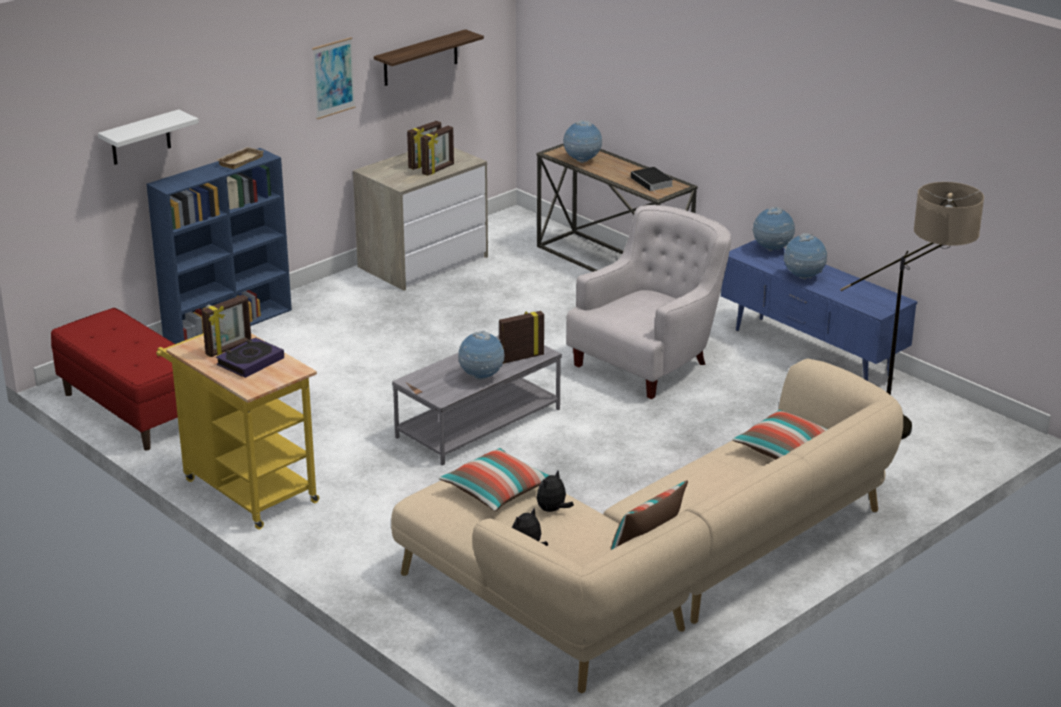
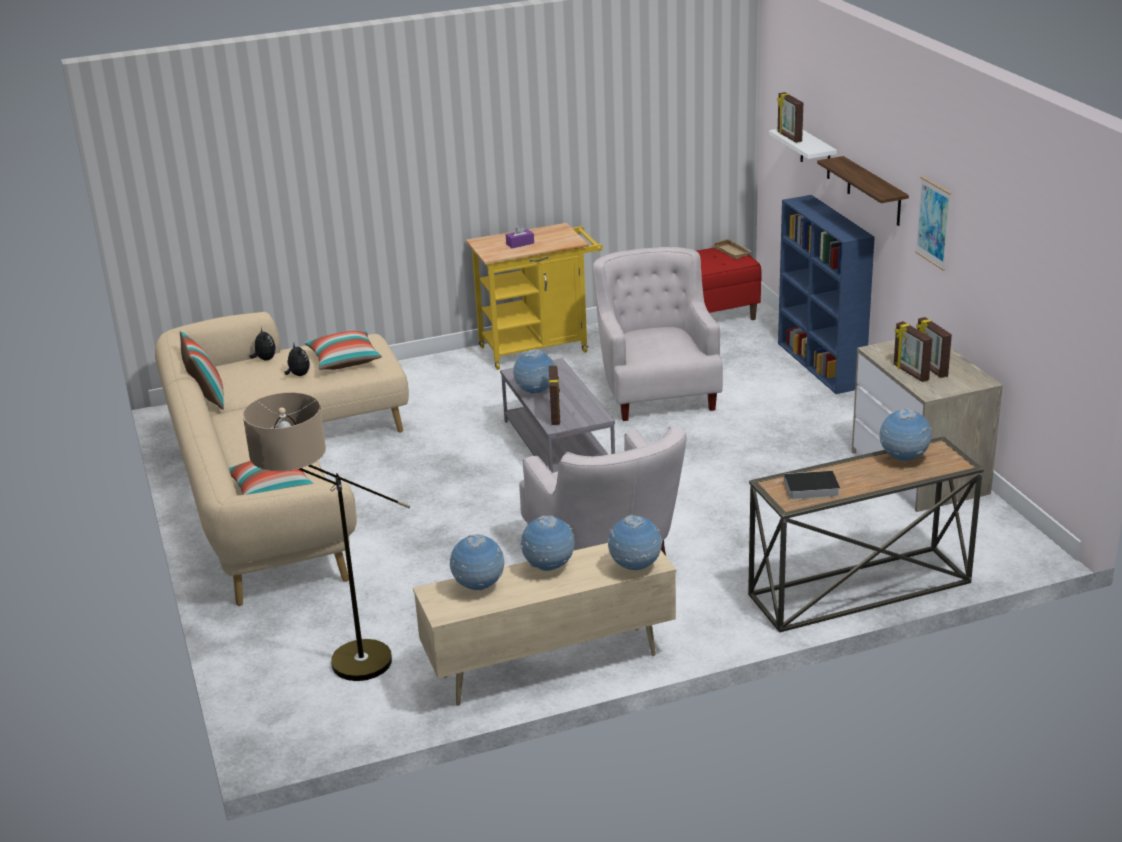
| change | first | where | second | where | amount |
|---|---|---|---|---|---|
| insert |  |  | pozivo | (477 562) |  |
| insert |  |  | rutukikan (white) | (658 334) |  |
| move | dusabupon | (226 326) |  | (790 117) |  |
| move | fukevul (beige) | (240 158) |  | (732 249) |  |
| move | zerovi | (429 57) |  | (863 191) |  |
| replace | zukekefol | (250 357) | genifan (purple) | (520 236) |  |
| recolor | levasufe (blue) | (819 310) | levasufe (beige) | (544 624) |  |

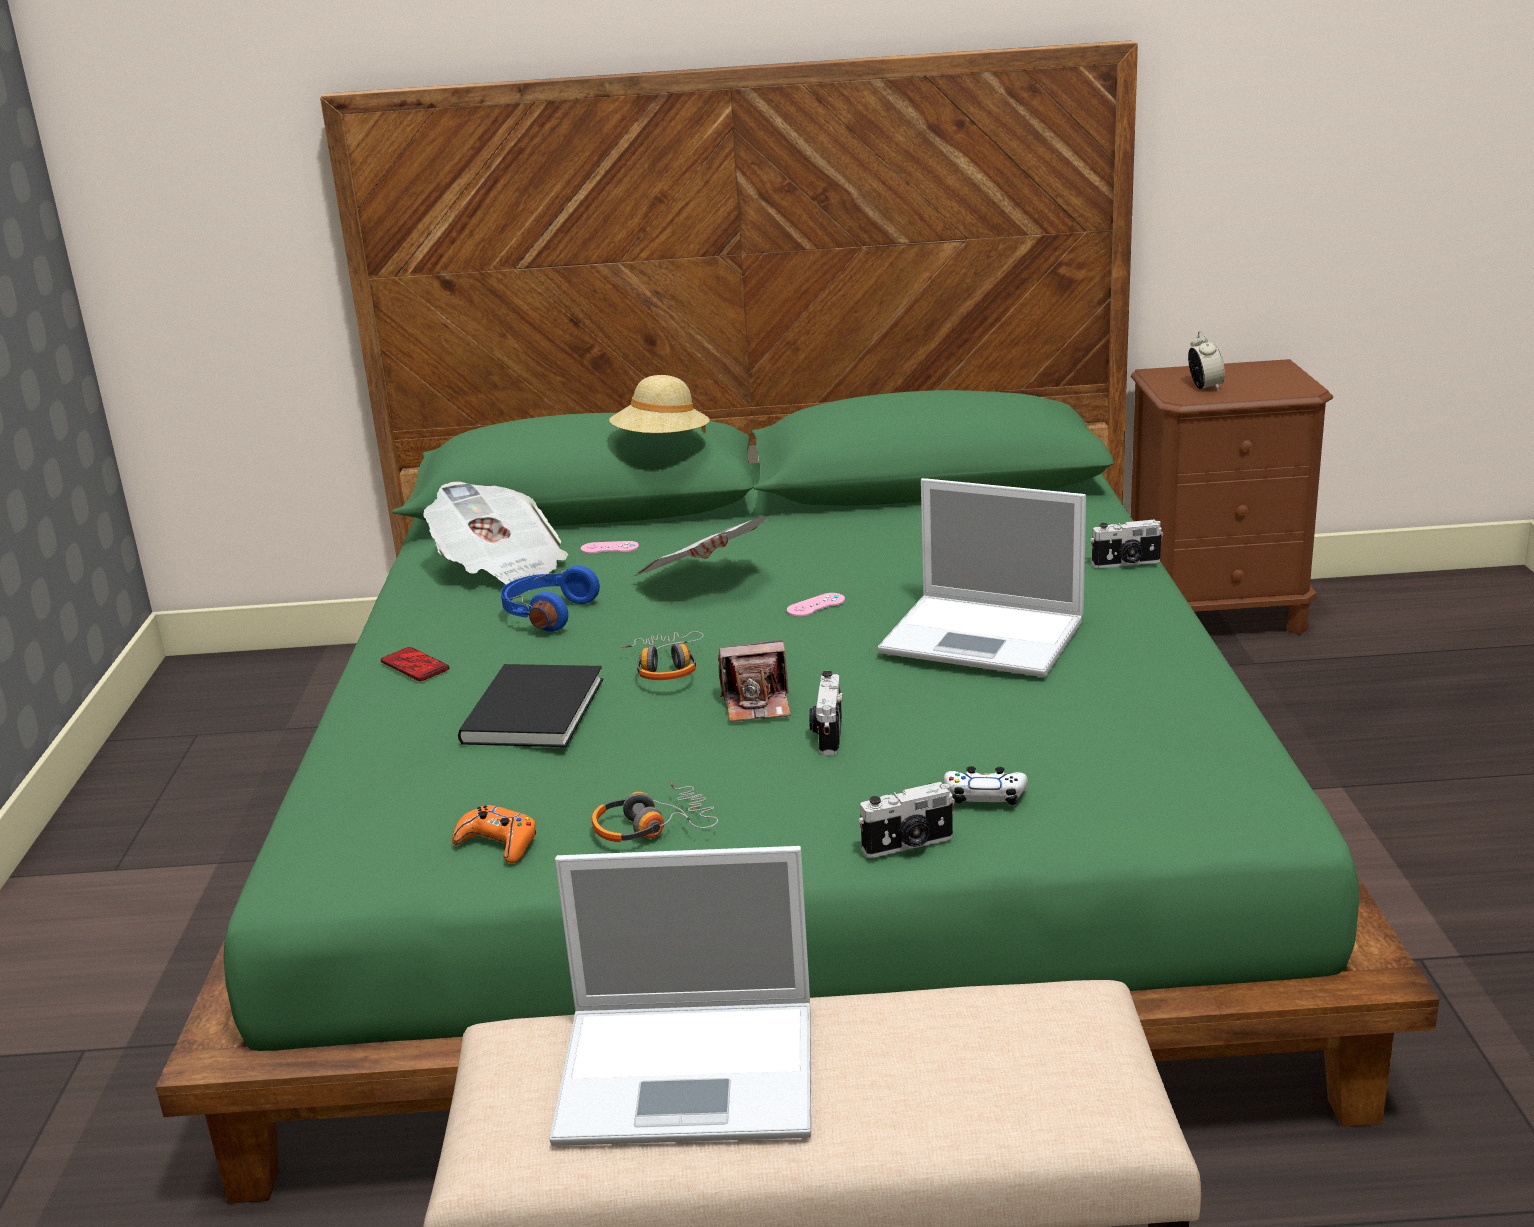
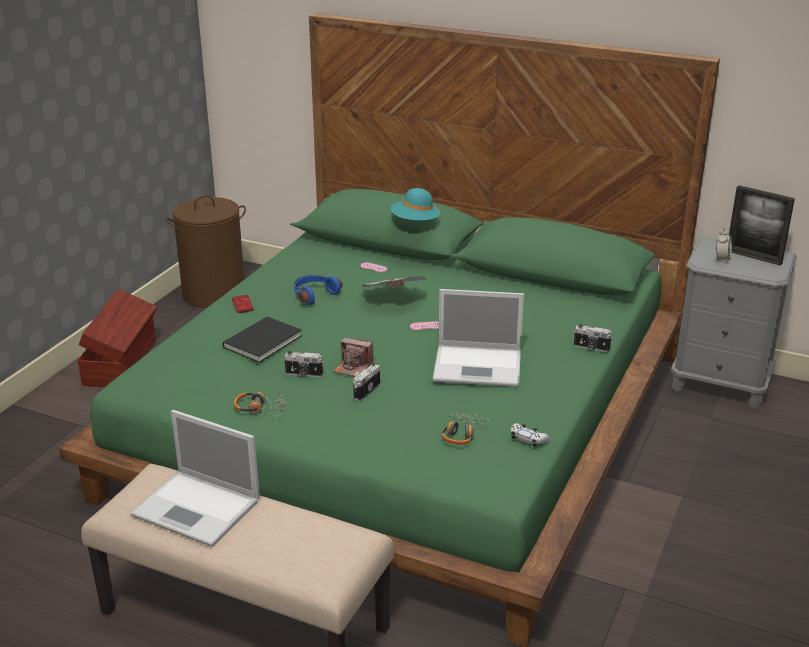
| change | first | where | second | where | amount |
|---|---|---|---|---|---|
| delete | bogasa | (495 536) |  |  |  |
| delete | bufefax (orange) | (494 834) |  |  |  |
| insert |  |  | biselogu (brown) | (117 338) |  |
| insert |  |  | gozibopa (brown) | (206 251) |  |
| insert |  |  | dusabupon | (762 225) |  |
| move | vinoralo | (662 655) |  | (465 428) |  |
| move | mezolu | (906 820) |  | (304 364) |  |
| move | bufefax (white) | (986 785) |  | (530 435) |  |
| recolor | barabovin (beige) | (659 404) | barabovin (turquoise) | (415 204) |  |
| recolor | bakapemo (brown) | (1232 496) | bakapemo (grey) | (734 323) |  |
| rotate | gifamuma | (982 577) |  | (478 338) | 45 degrees counterclockwise |

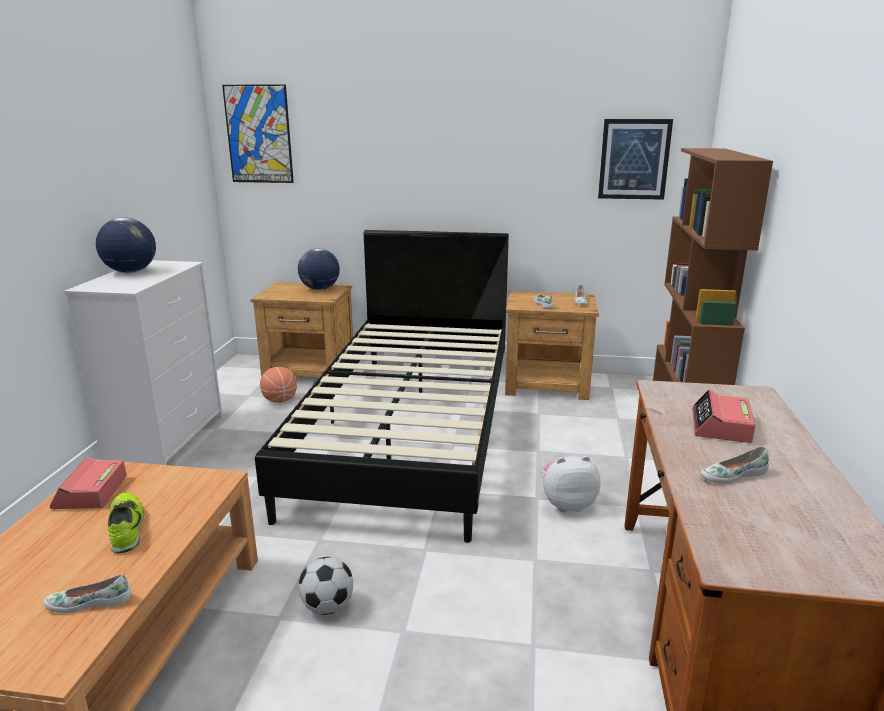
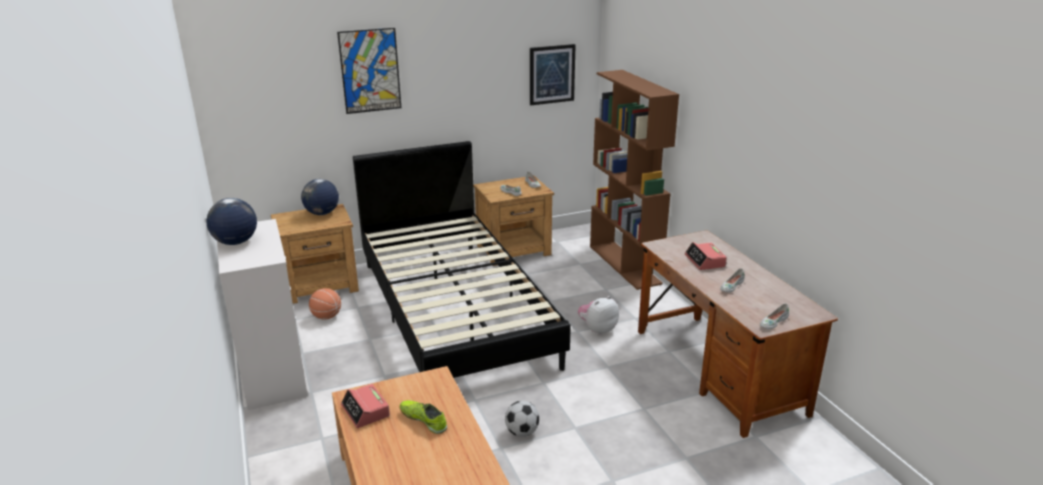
| change | first | where | second | where | amount |
|---|---|---|---|---|---|
| move | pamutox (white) | (88 593) |  | (774 316) |  |
| move | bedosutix | (258 133) |  | (369 71) |  |

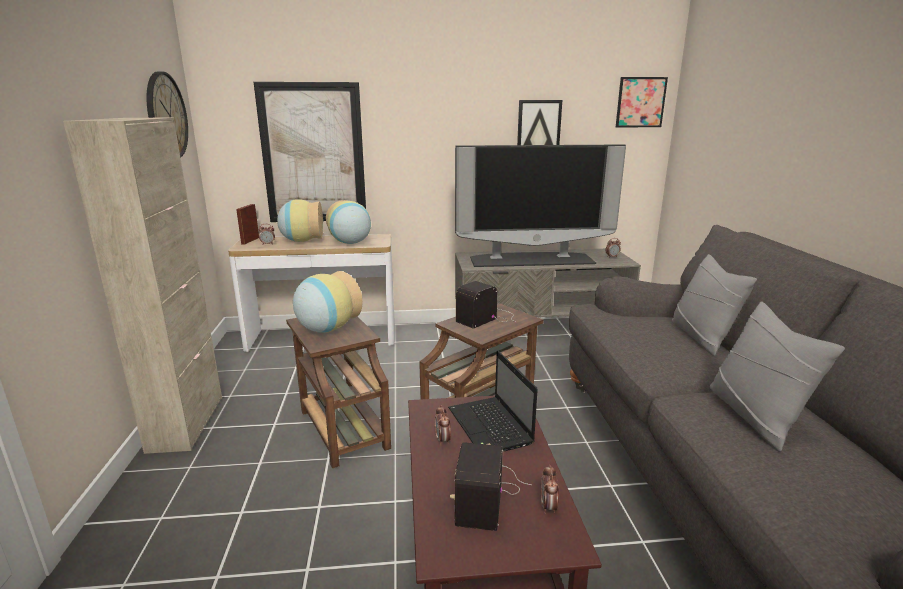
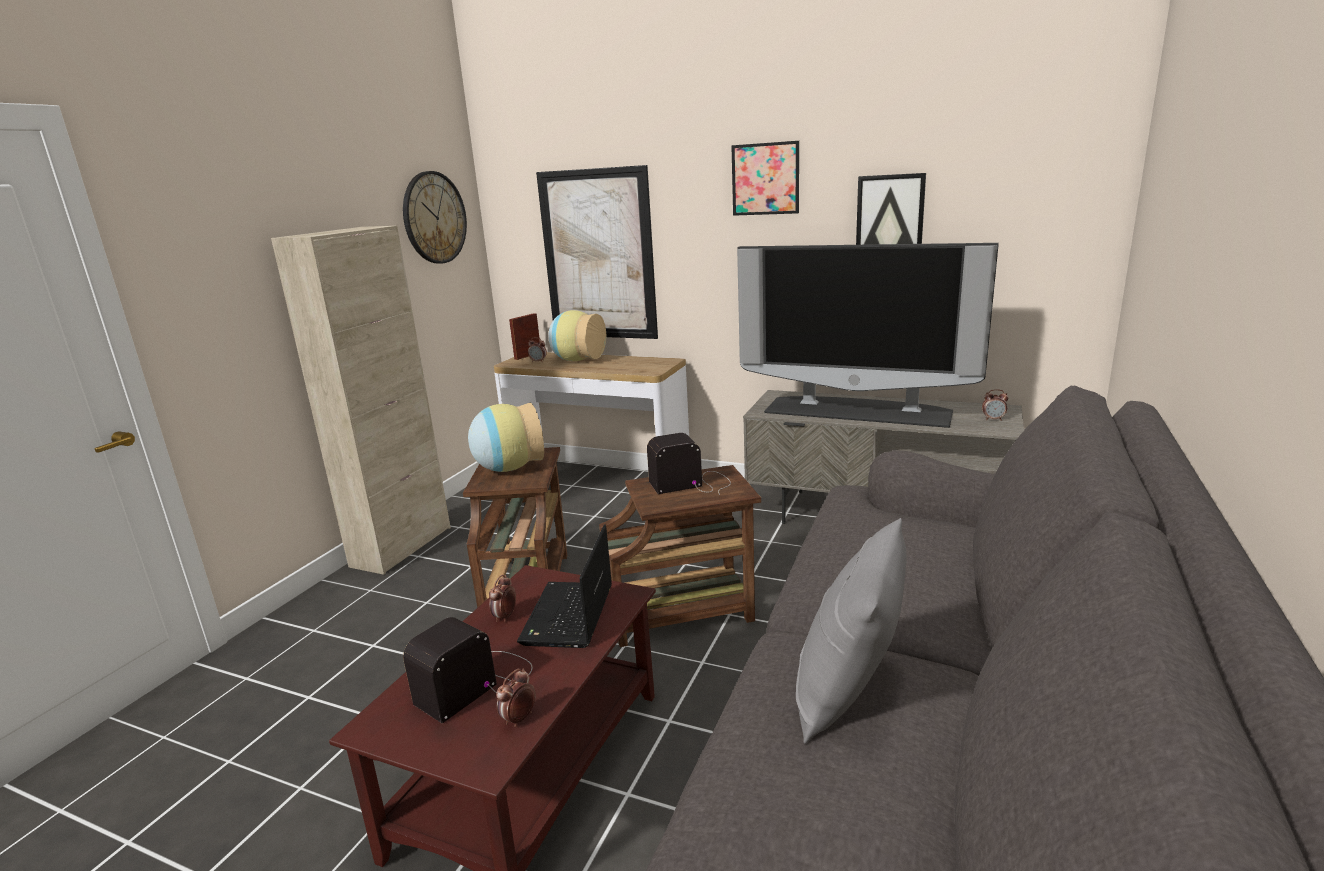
| change | first | where | second | where | amount |
|---|---|---|---|---|---|
| delete | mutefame | (348 222) |  |  |  |
| delete | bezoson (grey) | (714 305) |  |  |  |
| move | bedosutix | (642 102) |  | (765 178) |  |

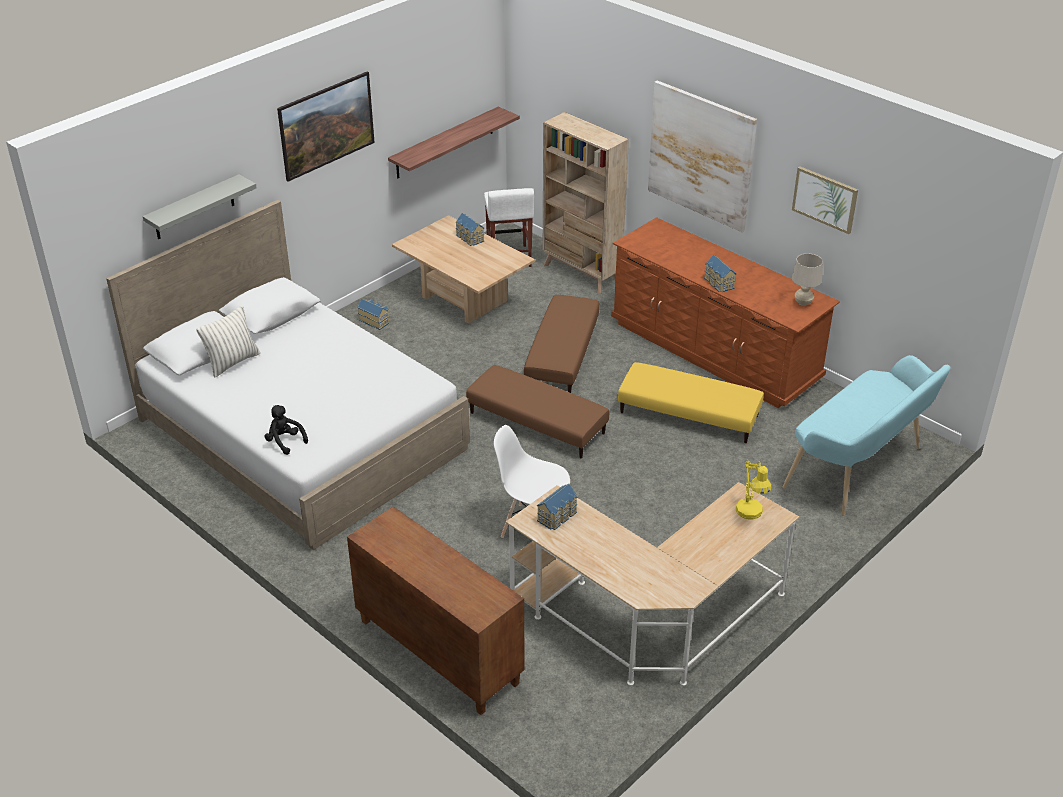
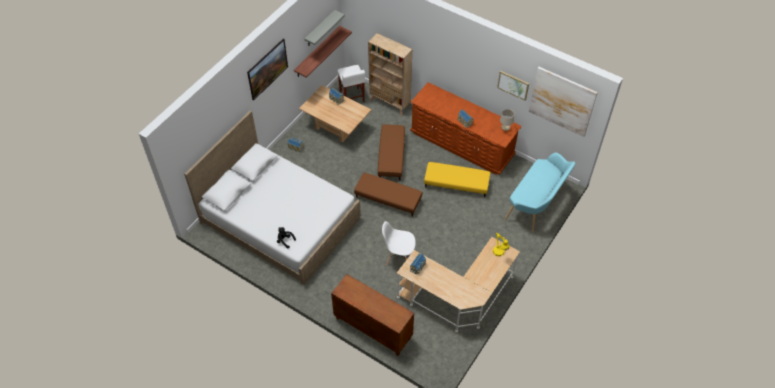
| change | first | where | second | where | amount |
|---|---|---|---|---|---|
| delete | bezoson | (228 342) |  |  |  |
| move | zerovi (grey) | (200 206) |  | (325 28) |  |
| move | bedosutix | (702 156) |  | (563 102) |  |

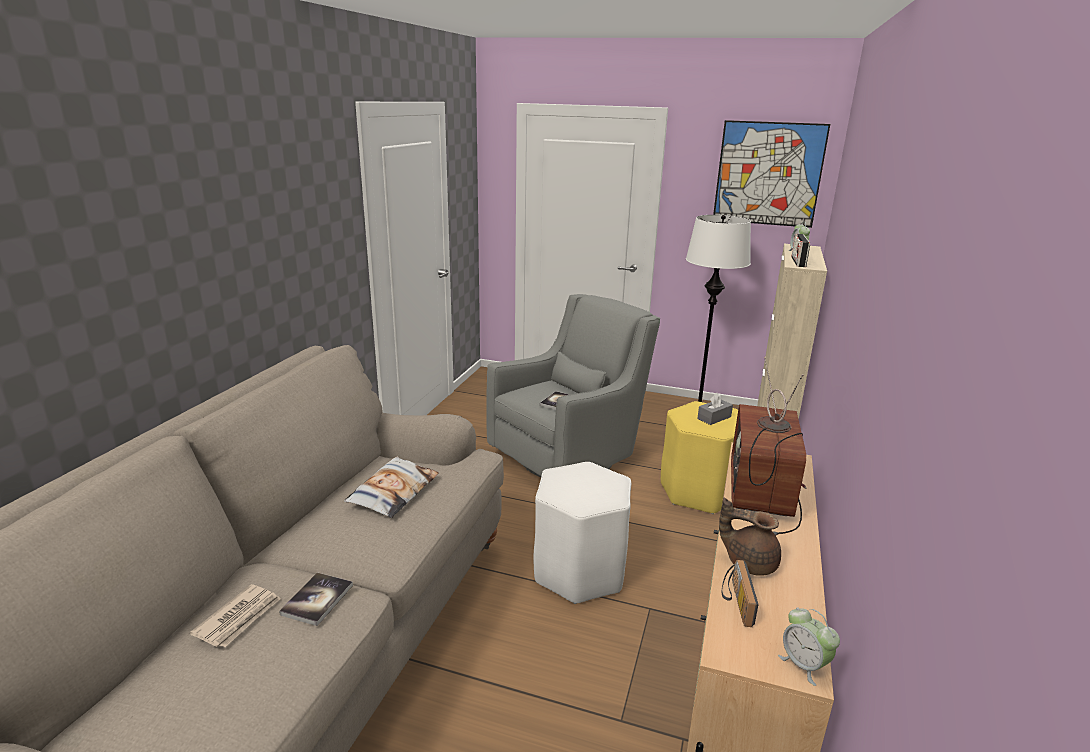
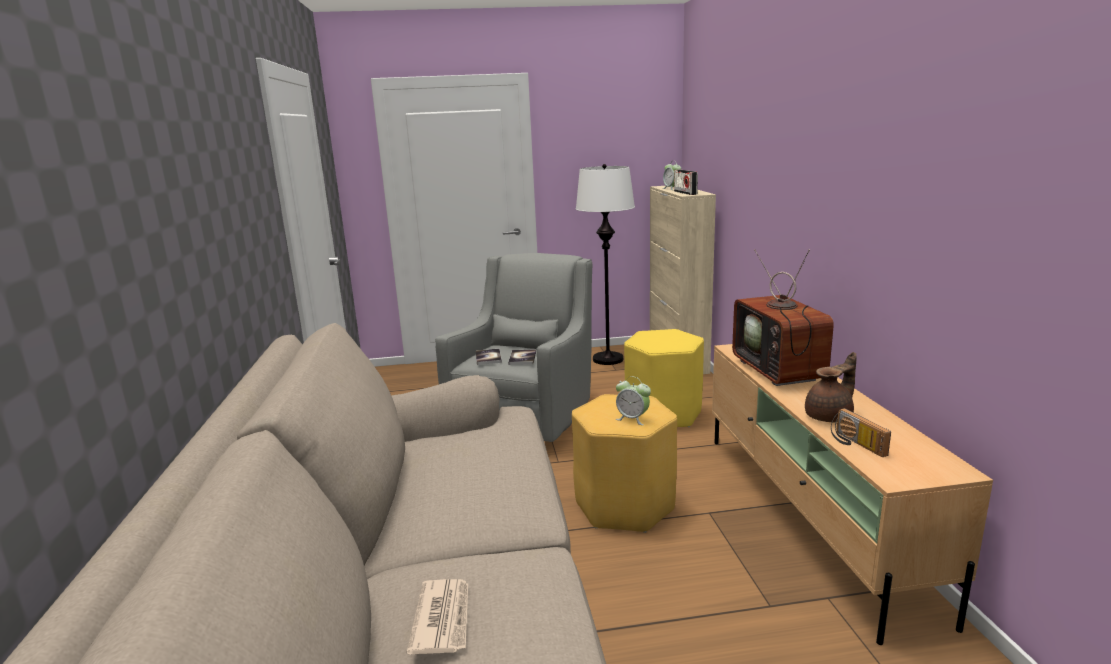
| change | first | where | second | where | amount |
|---|---|---|---|---|---|
| delete | bezoson | (391 487) |  |  |  |
| delete | genifan (grey) | (715 409) |  |  |  |
| delete | bedosutix | (771 174) |  |  |  |
| move | zukekefol | (316 599) |  | (489 357) |  |
| move | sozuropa | (809 646) |  | (633 400) |  |
| recolor | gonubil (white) | (582 533) | gonubil (yellow) | (624 463) |  |
| rotate | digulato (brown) | (750 536) |  | (831 387) | 150 degrees clockwise |

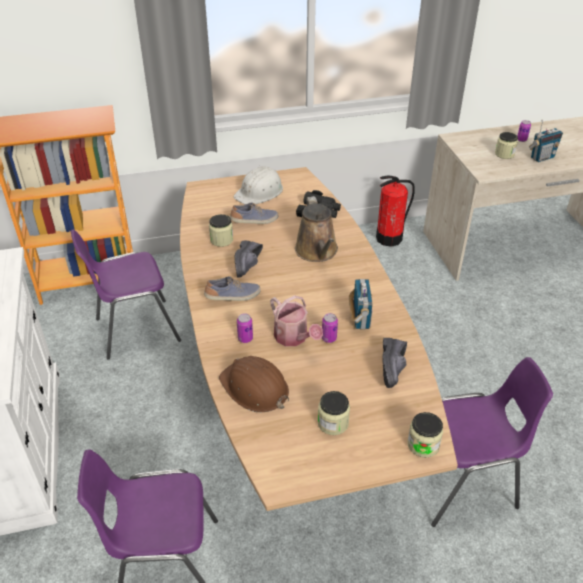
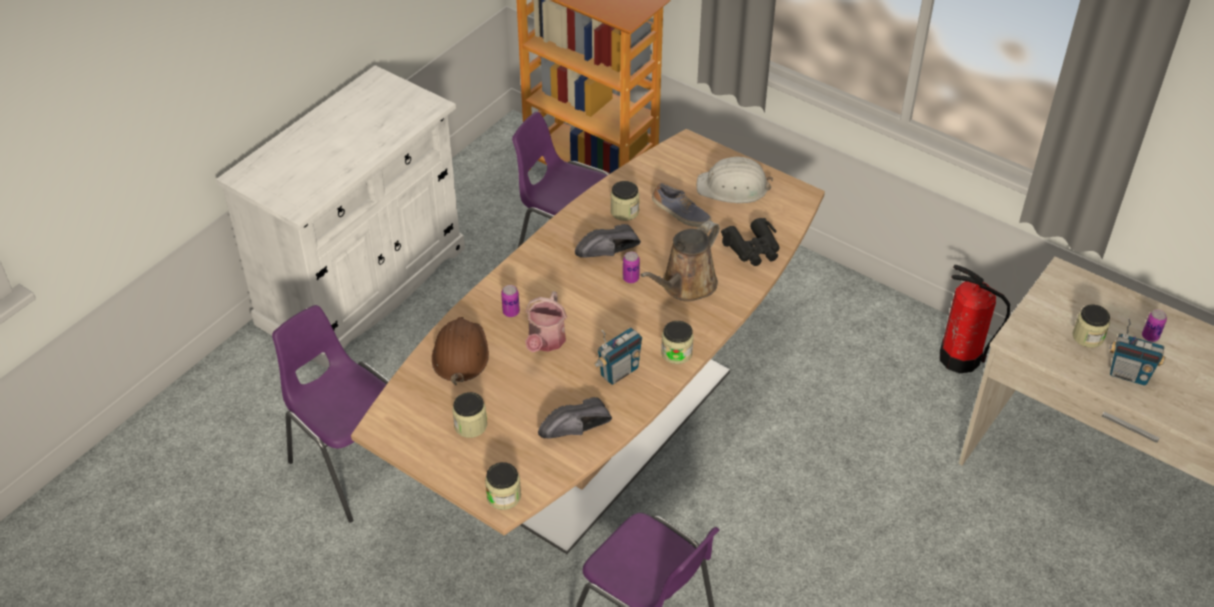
| change | first | where | second | where | amount |
|---|---|---|---|---|---|
| delete | pamutox | (232 288) |  |  |  |
| insert |  |  | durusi | (677 342) |  |
| move | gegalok | (330 328) |  | (631 267) |  |

